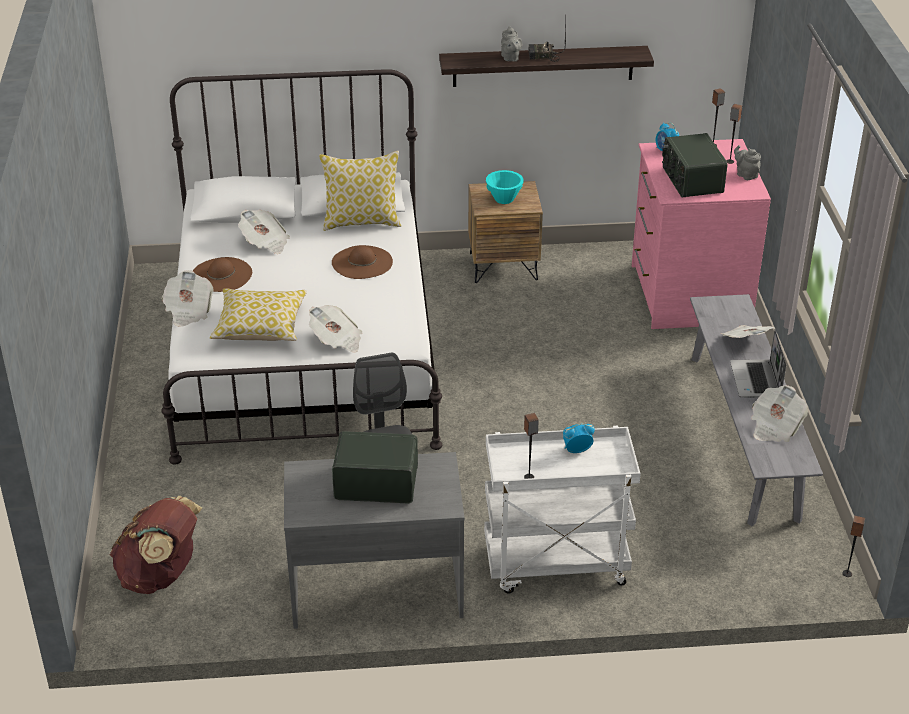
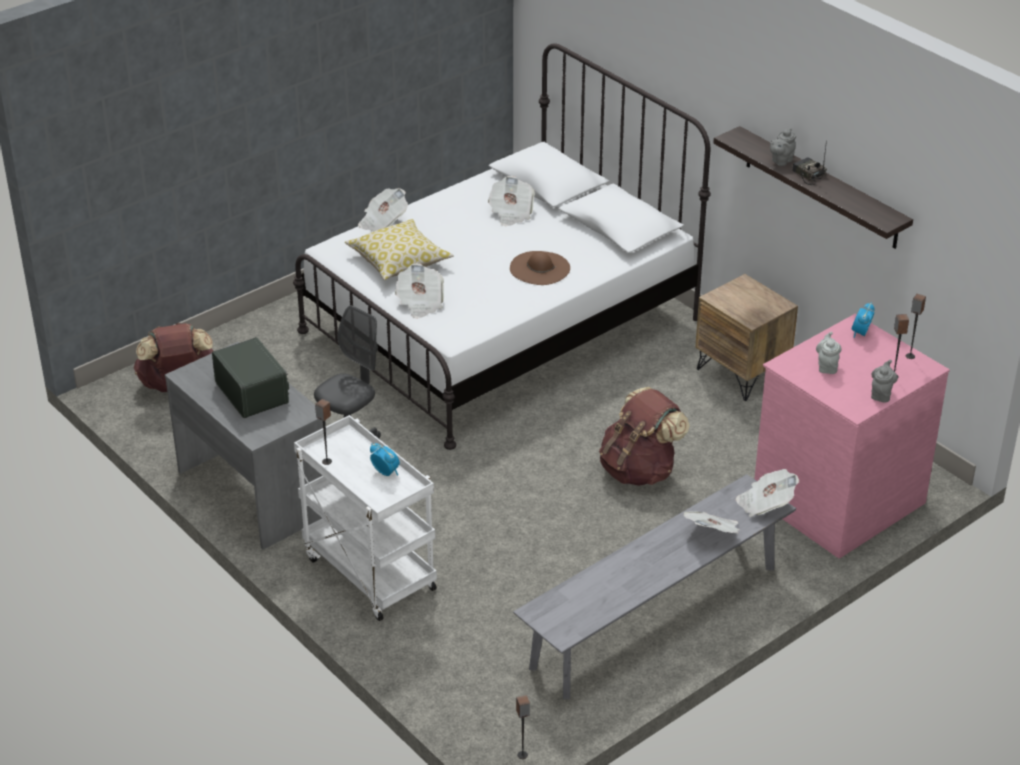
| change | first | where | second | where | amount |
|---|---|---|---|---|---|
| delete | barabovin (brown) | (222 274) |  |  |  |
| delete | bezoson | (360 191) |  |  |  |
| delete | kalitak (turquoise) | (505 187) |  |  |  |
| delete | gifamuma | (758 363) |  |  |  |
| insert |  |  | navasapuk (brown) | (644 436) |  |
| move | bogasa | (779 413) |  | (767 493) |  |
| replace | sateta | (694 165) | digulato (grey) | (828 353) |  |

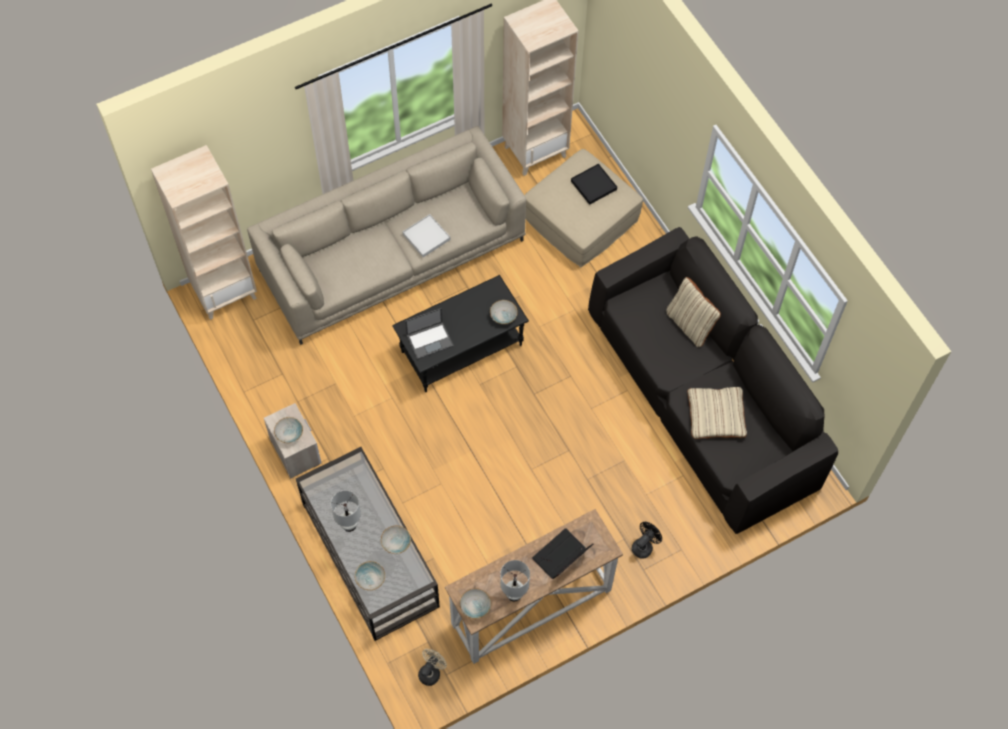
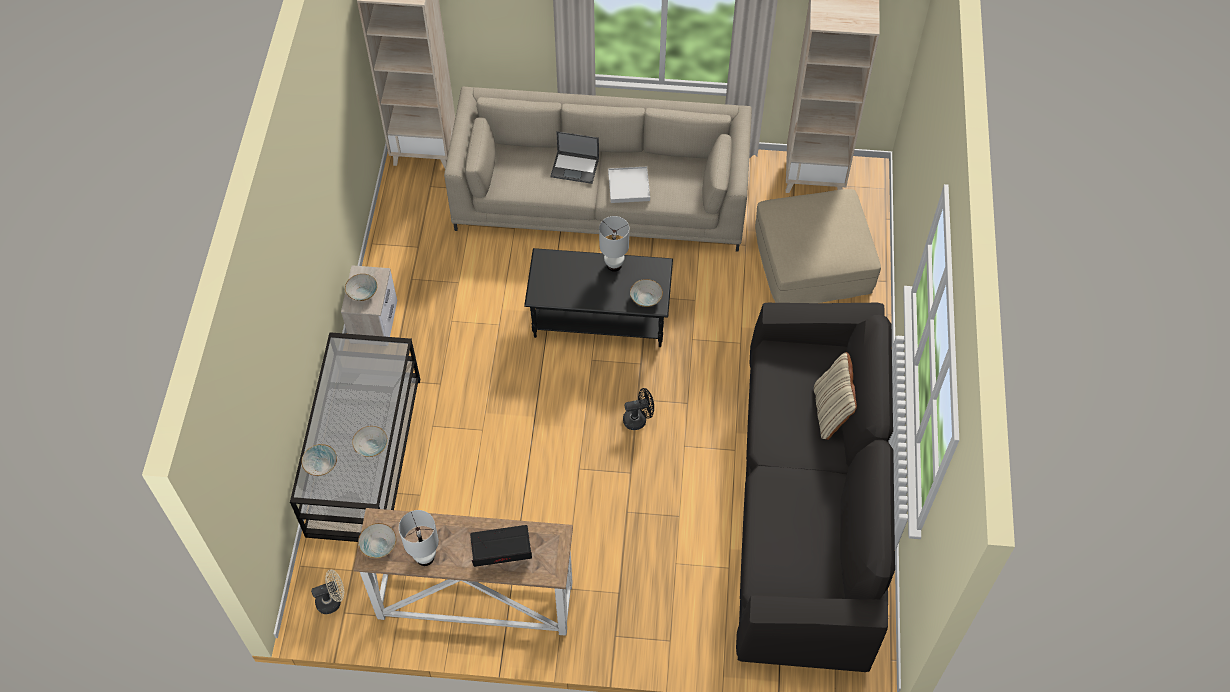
| change | first | where | second | where | amount |
|---|---|---|---|---|---|
| delete | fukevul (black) | (594 184) |  |  |  |
| delete | bezoson (beige) | (717 413) |  |  |  |
| move | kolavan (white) | (346 511) |  | (614 244) |  |
| move | gifamuma | (429 334) |  | (574 157) |  |
| move | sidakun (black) | (647 540) |  | (638 409) |  |

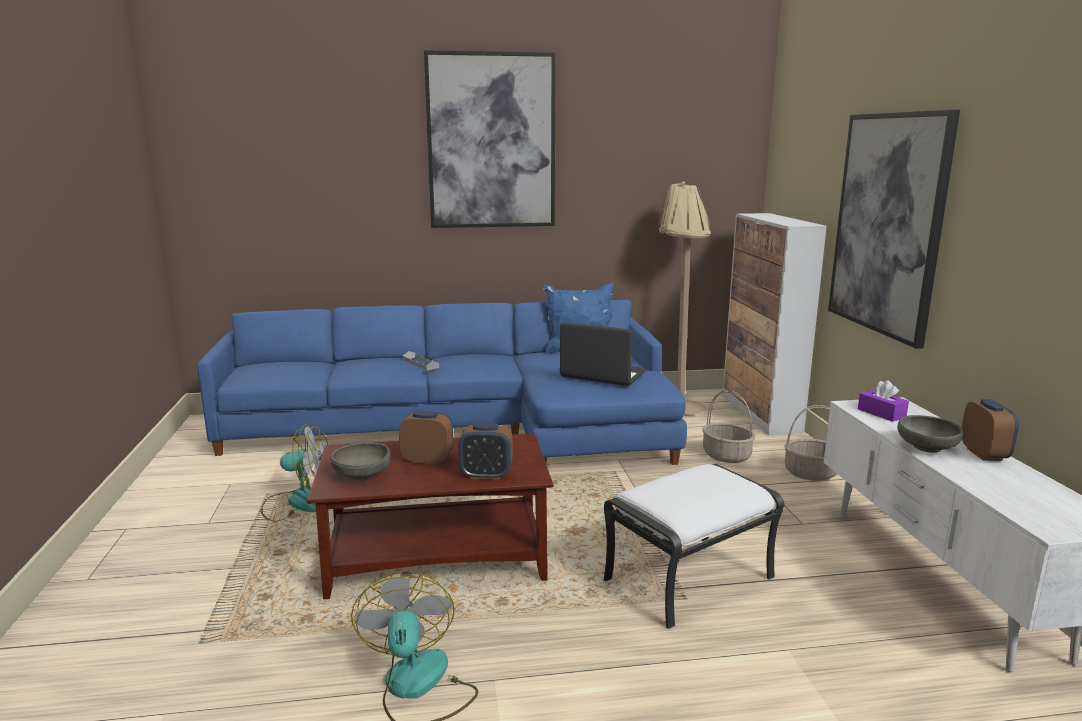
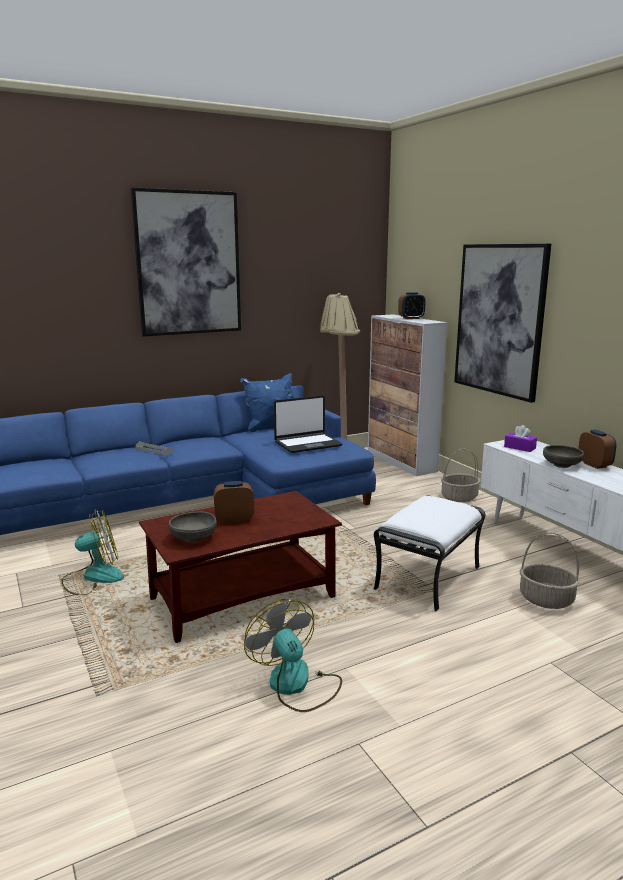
| change | first | where | second | where | amount |
|---|---|---|---|---|---|
| move | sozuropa | (485 451) |  | (412 305) |  |
| move | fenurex | (728 426) |  | (550 570) |  |
| rotate | gifamuma | (603 354) |  | (308 424) | 150 degrees clockwise |

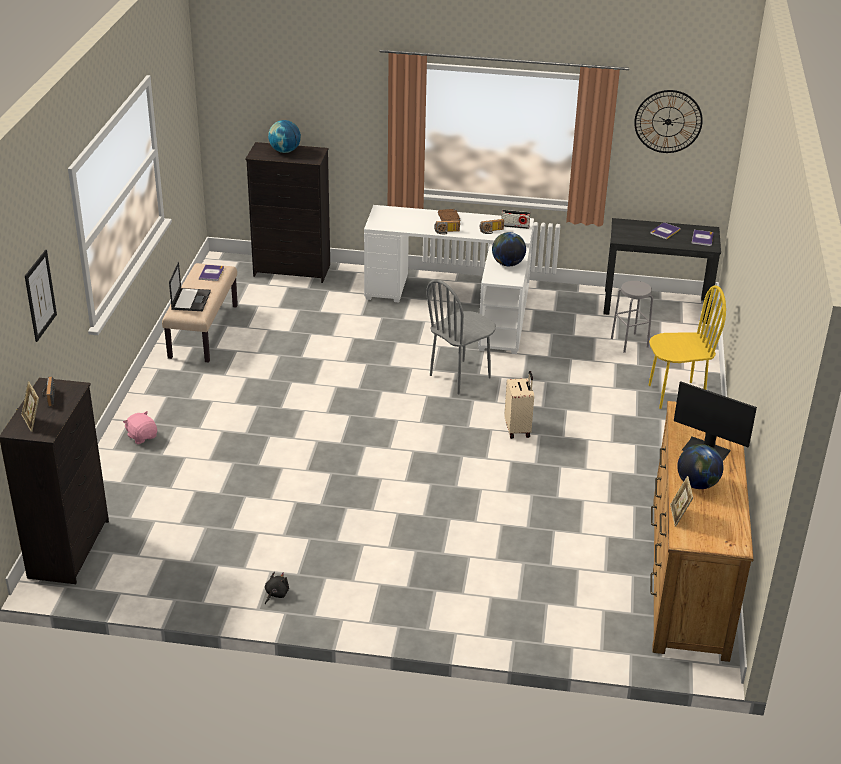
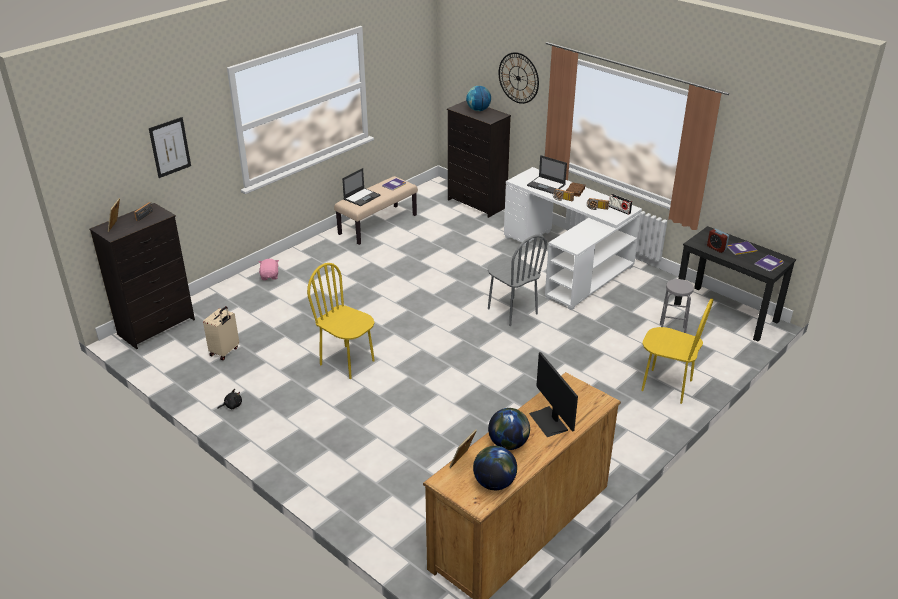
| change | first | where | second | where | amount |
|---|---|---|---|---|---|
| insert |  |  | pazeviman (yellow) | (341 321) |  |
| insert |  |  | gifamuma | (547 174) |  |
| insert |  |  | sozuropa | (718 241) |  |
| move | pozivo | (509 249) |  | (495 468) |  |
| move | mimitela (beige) | (519 405) |  | (221 333) |  |
| move | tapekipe | (668 121) |  | (519 78) |  |
| rotate | pazeviman (grey) | (461 336) |  | (517 280) | 120 degrees counterclockwise |

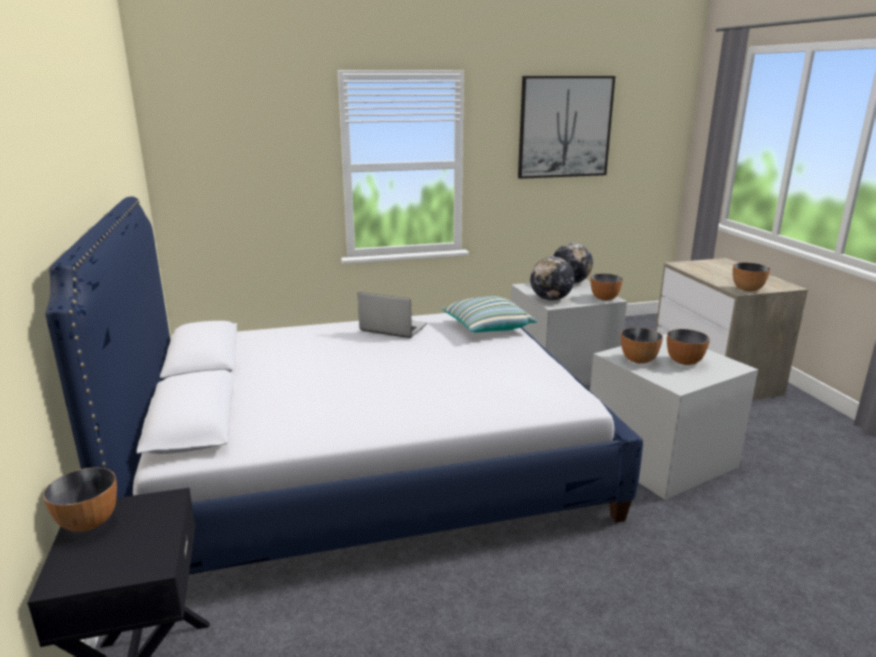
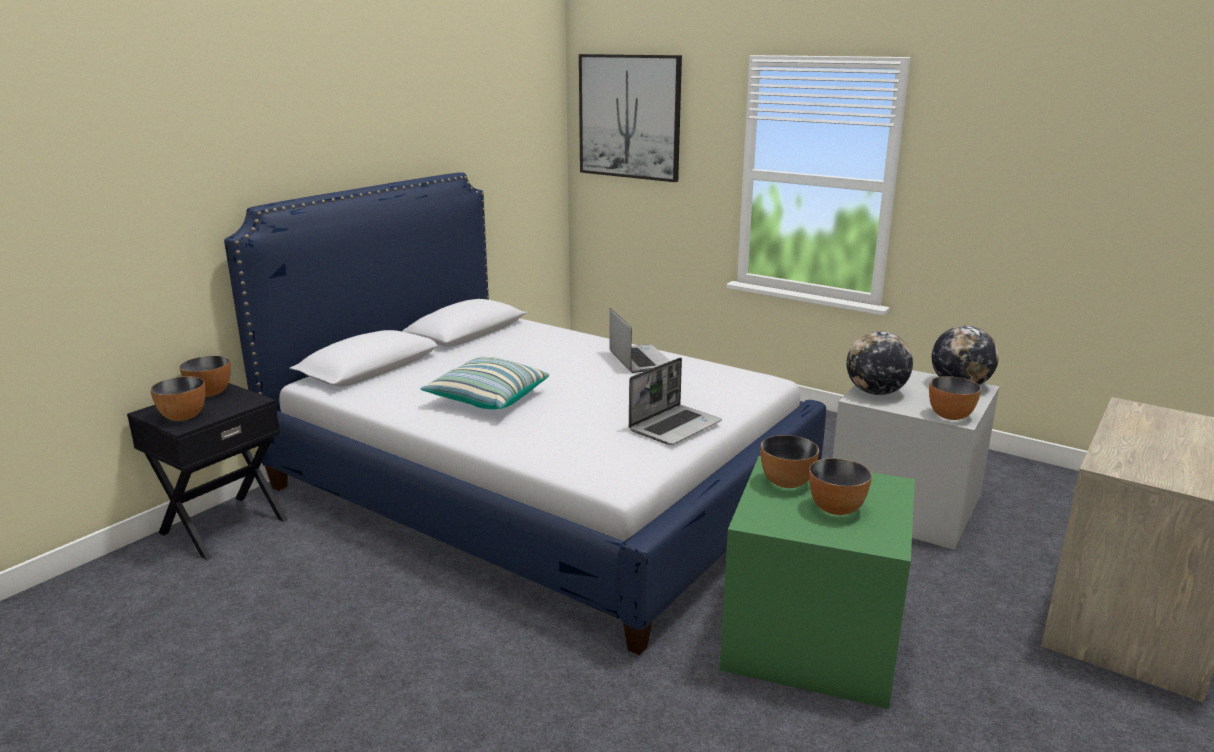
| change | first | where | second | where | amount |
|---|---|---|---|---|---|
| insert |  |  | gifamuma | (675 401) |  |
| move | bezoson | (489 314) |  | (484 383) |  |
| move | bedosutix | (566 127) |  | (630 118) |  |
| move | kalitak | (751 277) |  | (177 399) |  |
| recolor | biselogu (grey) | (674 417) | biselogu (green) | (817 582) |  |

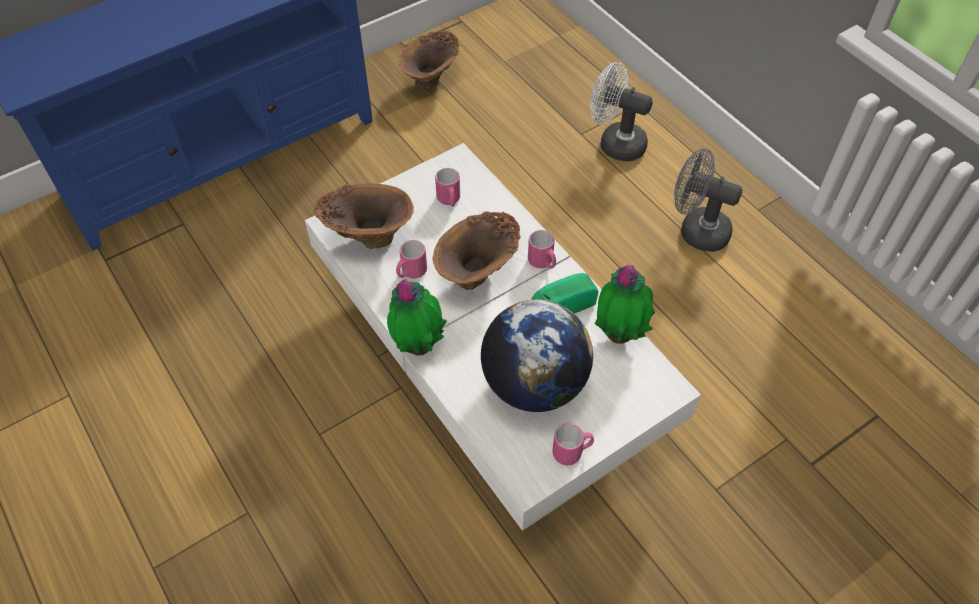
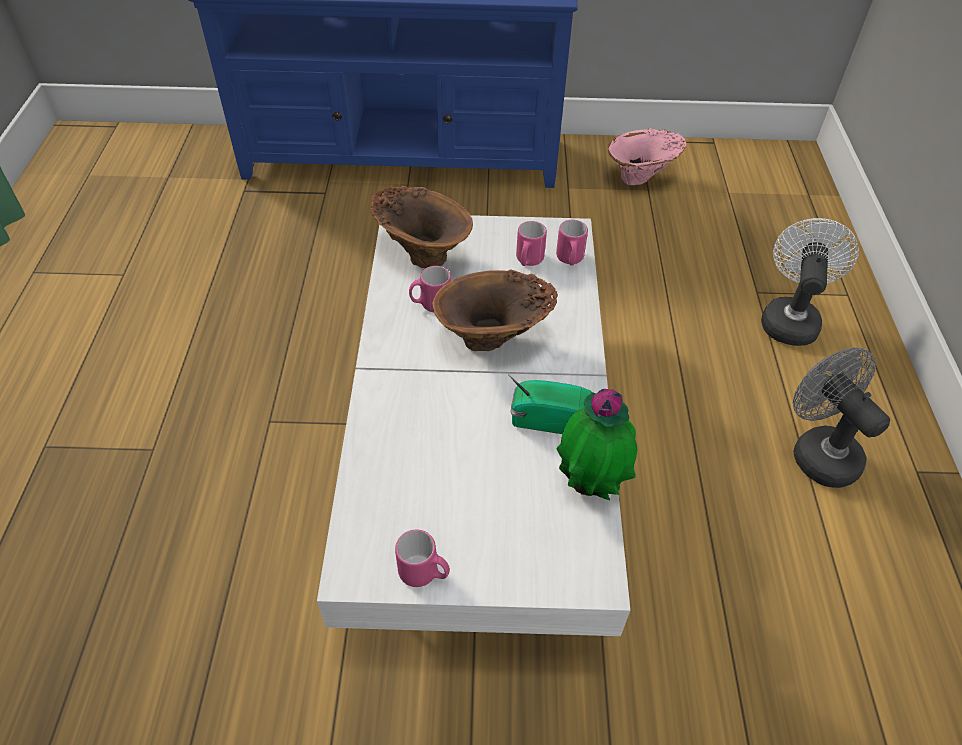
| change | first | where | second | where | amount |
|---|---|---|---|---|---|
| delete | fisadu | (417 317) |  |  |  |
| delete | pozivo | (537 356) |  |  |  |
| move | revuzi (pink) | (542 249) |  | (572 242) |  |
| recolor | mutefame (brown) | (429 61) | mutefame (pink) | (647 156) |  |
| rotate | sidakun (white) | (621 112) |  | (810 282) | 45 degrees clockwise |

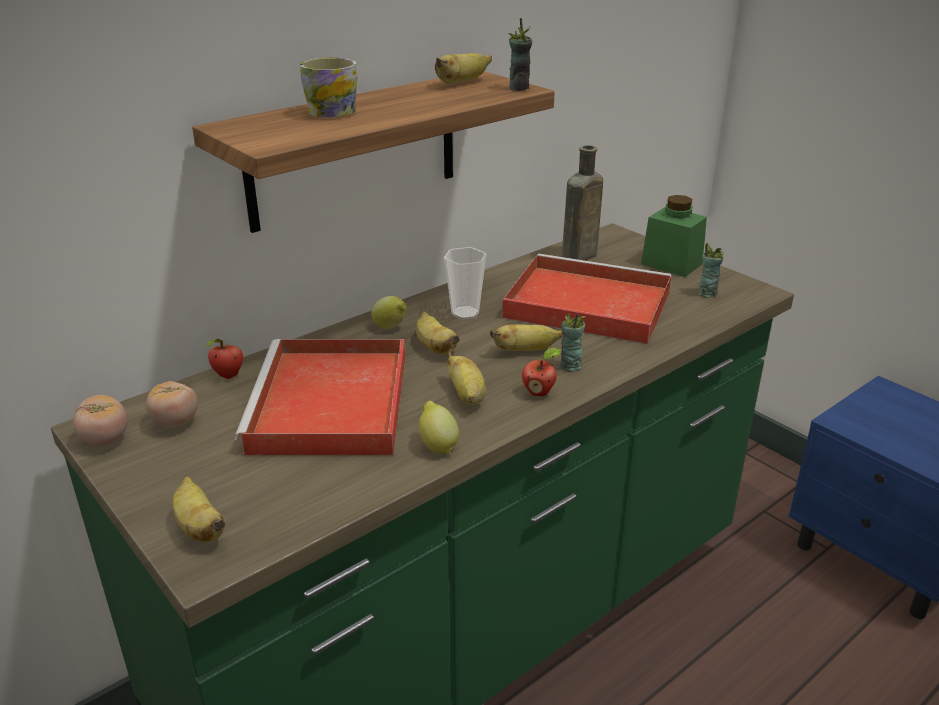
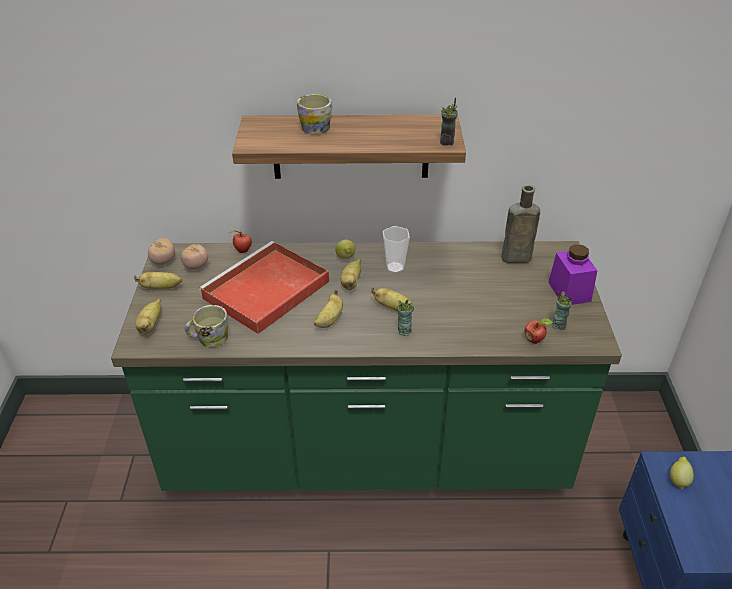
| change | first | where | second | where | amount |
|---|---|---|---|---|---|
| delete | fukevul (red) | (586 299) |  |  |  |
| insert |  |  | revuzi | (206 326) |  |
| move | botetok | (438 427) |  | (682 473) |  |
| move | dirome | (463 68) |  | (158 280) |  |
| move | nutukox | (541 371) |  | (538 331) |  |
| recolor | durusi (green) | (674 236) | durusi (purple) | (572 274) |  |

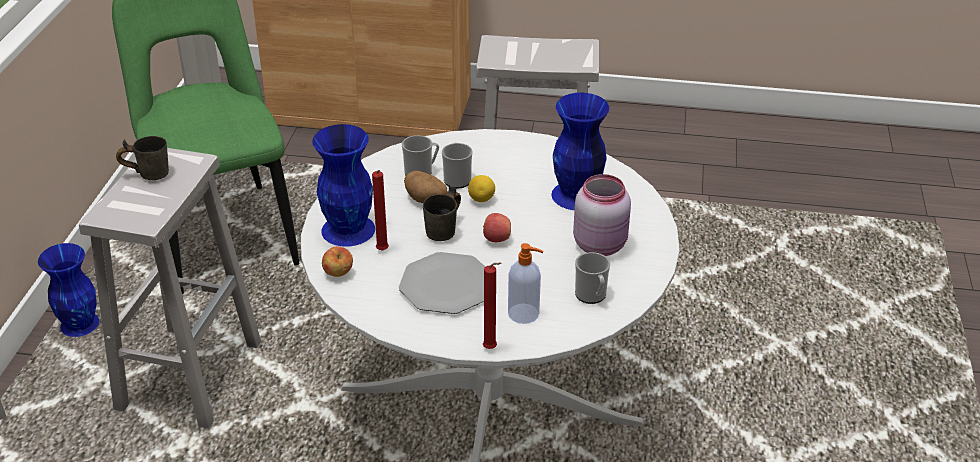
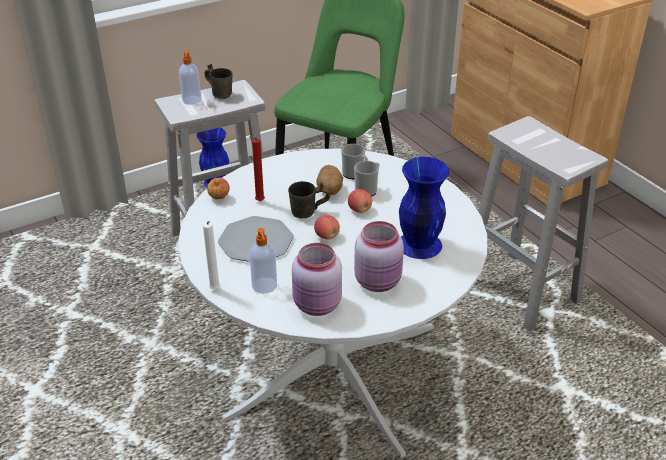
| change | first | where | second | where | amount |
|---|---|---|---|---|---|
| delete | mutefame (blue) | (343 185) |  |  |  |
| insert |  |  | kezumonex | (190 78) |  |
| replace | botetok | (481 188) | nutukox | (360 201) |  |
| replace | revuzi | (592 278) | durusi (pink) | (317 279) |  |
| recolor | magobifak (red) | (492 306) | magobifak (white) | (211 255) |  |

